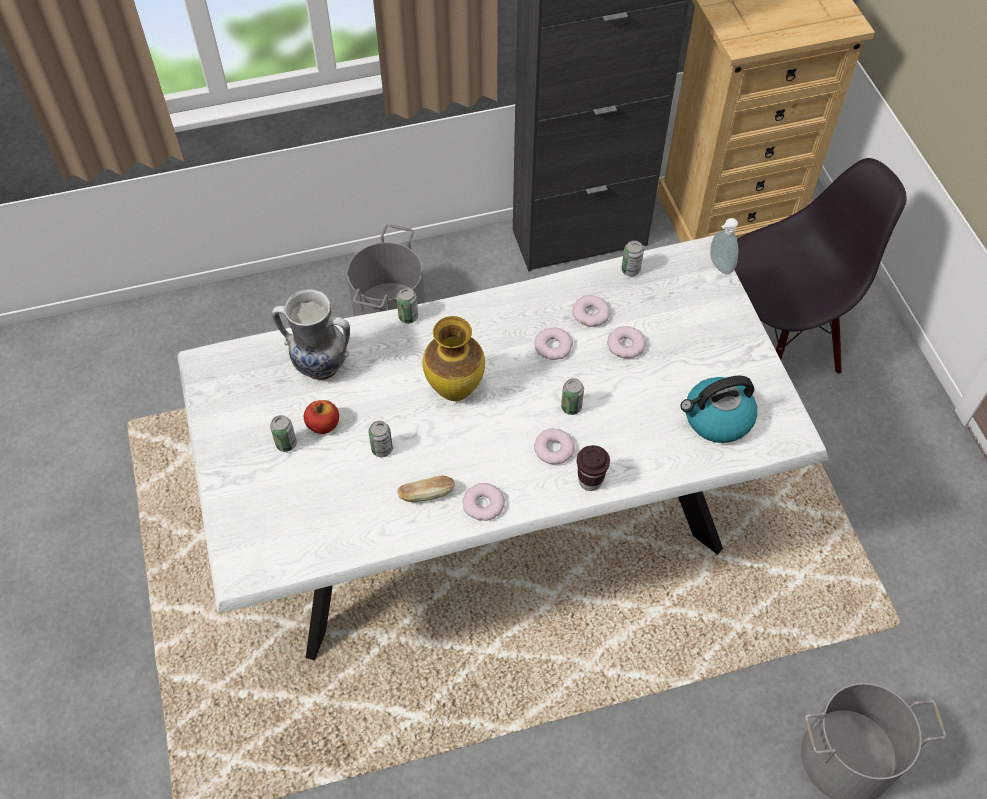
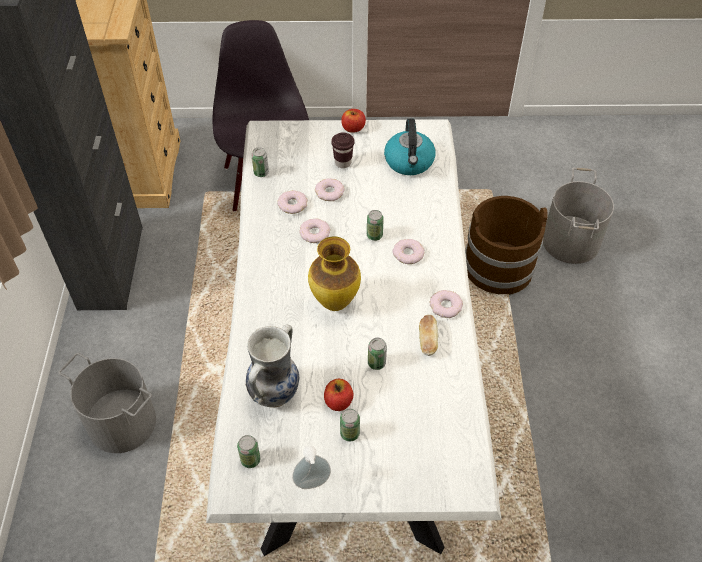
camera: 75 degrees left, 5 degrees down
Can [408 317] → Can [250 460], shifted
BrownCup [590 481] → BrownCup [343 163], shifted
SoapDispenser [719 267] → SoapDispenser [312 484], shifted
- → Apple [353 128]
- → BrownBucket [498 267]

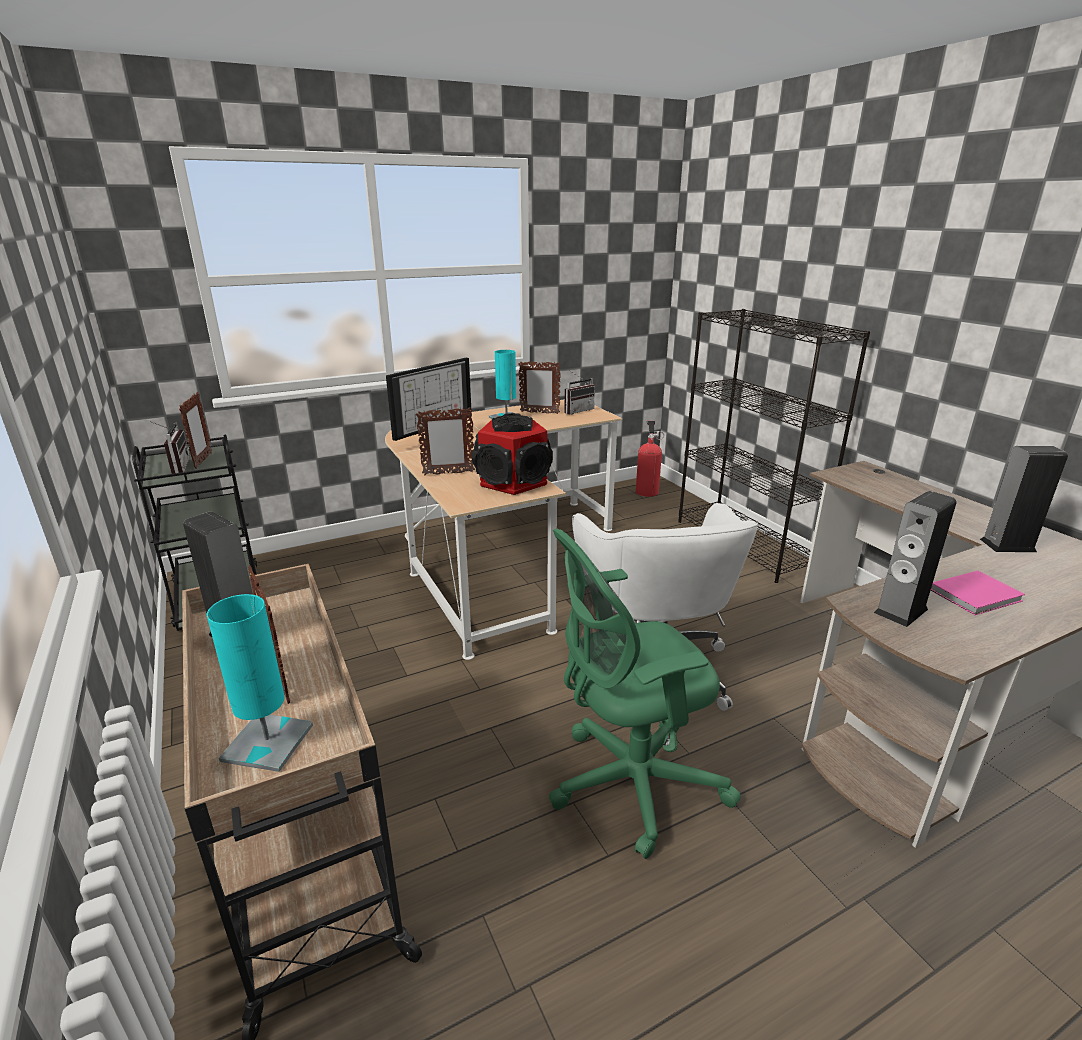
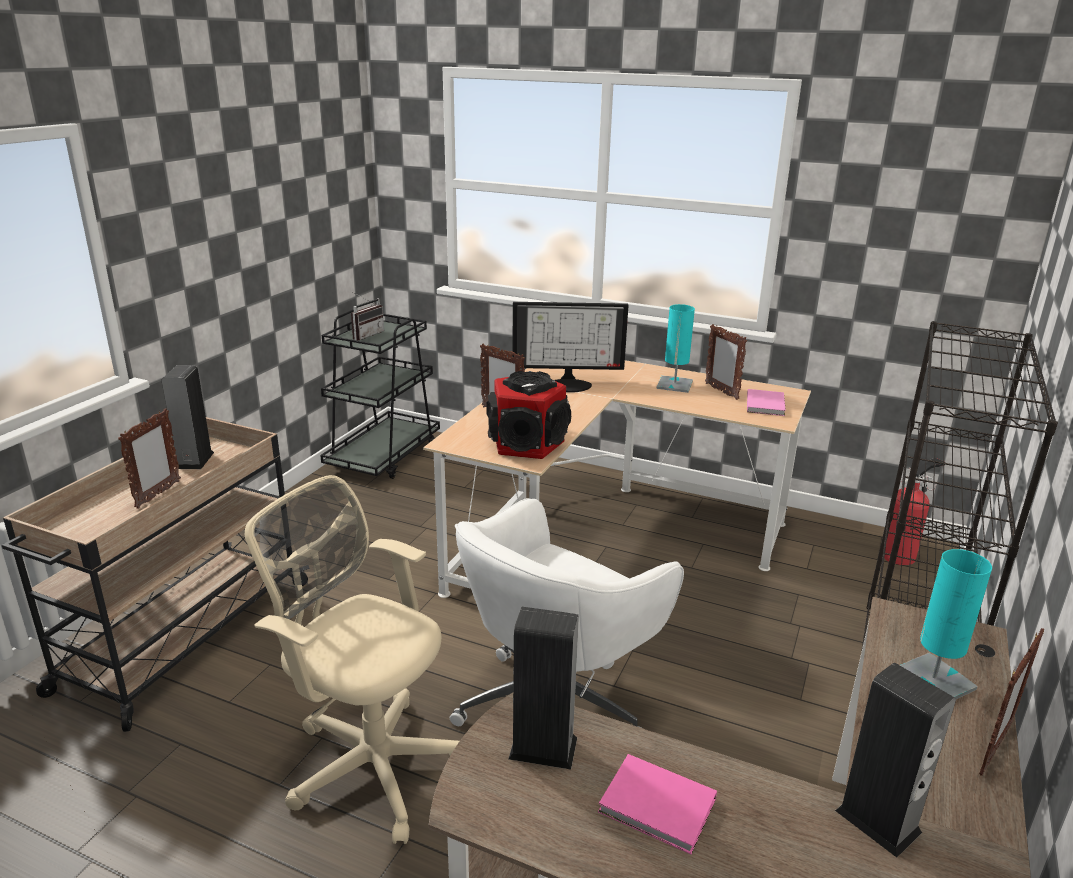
camera: 50 degrees right, 0 degrees up
PictureFrame [203 460] → PictureFrame [994 750], shifted
TurquoiseTableLamp [268 742] → TurquoiseTableLamp [933 681], shifted
GreenOfficeChair [629 784] → BeigeOfficeChair [370 761]
Radio [577 410] → PinkBook [766 404]

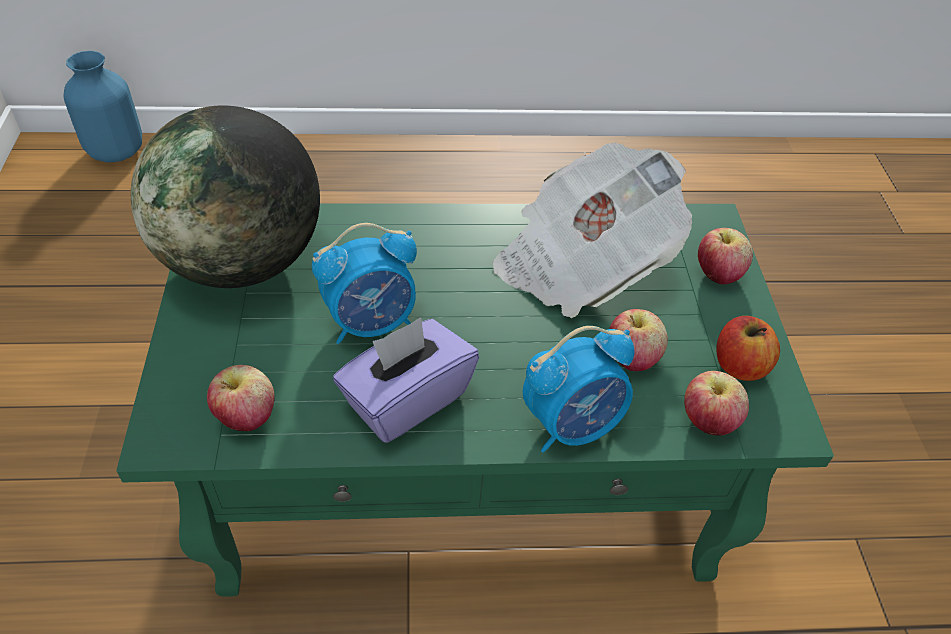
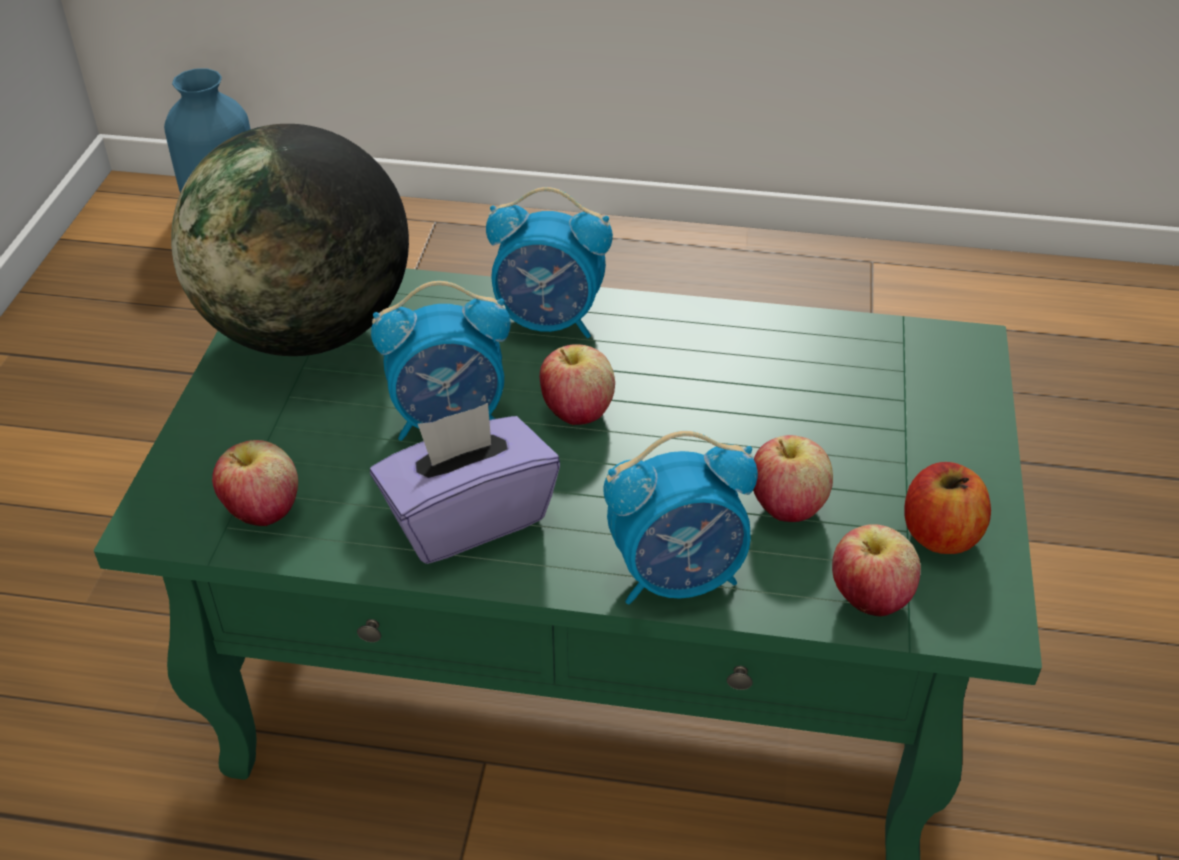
camera: 15 degrees right, 5 degrees down
Newspaper [581 262] → -
Apple [717 274] → Apple [577 412], shifted
- → AlarmClock [549 322]

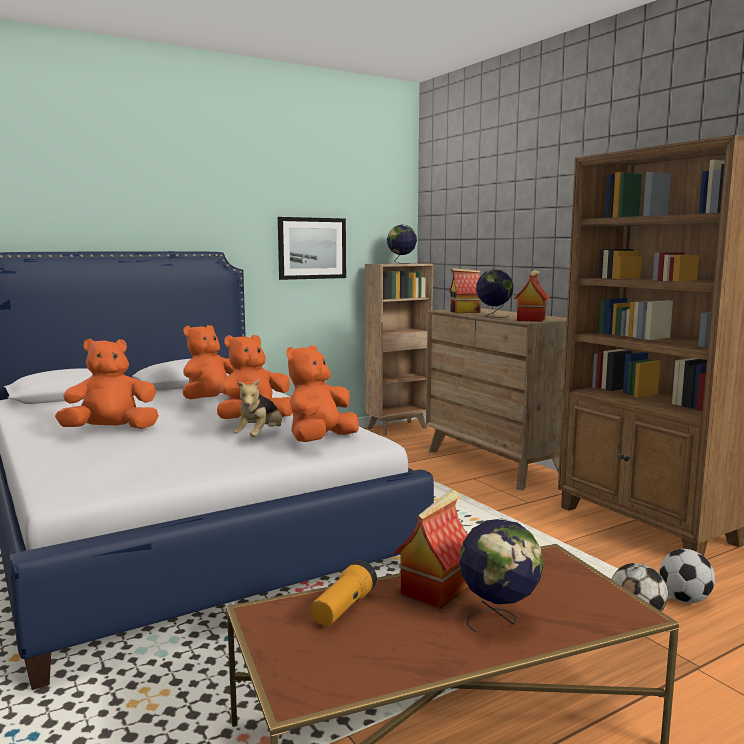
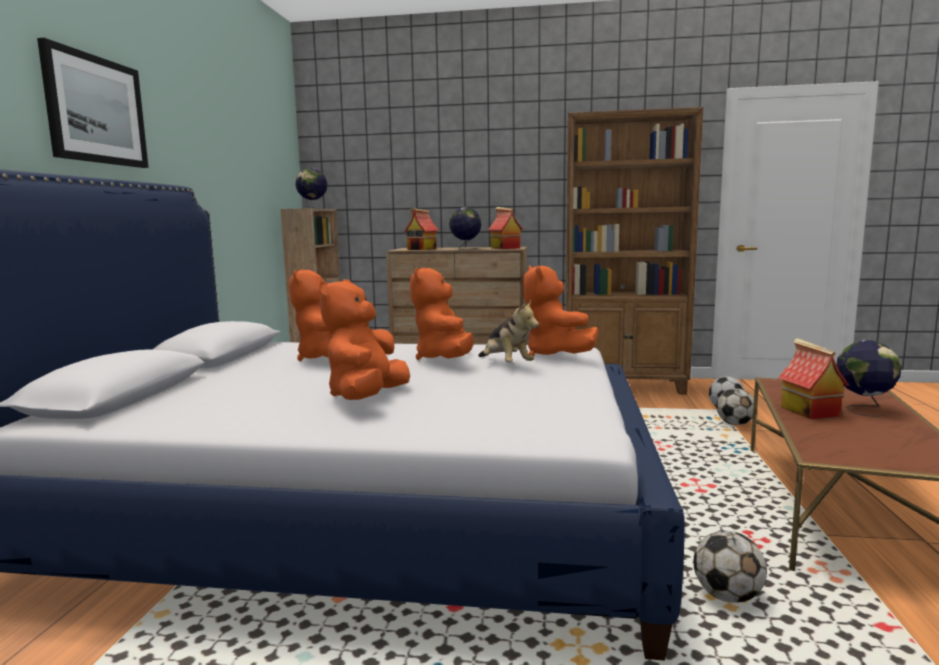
camera: 50 degrees left, 0 degrees up
Picture [312 248] → Picture [96 110], shifted
Flashlight [343 608] → -
- → Football [727 596]

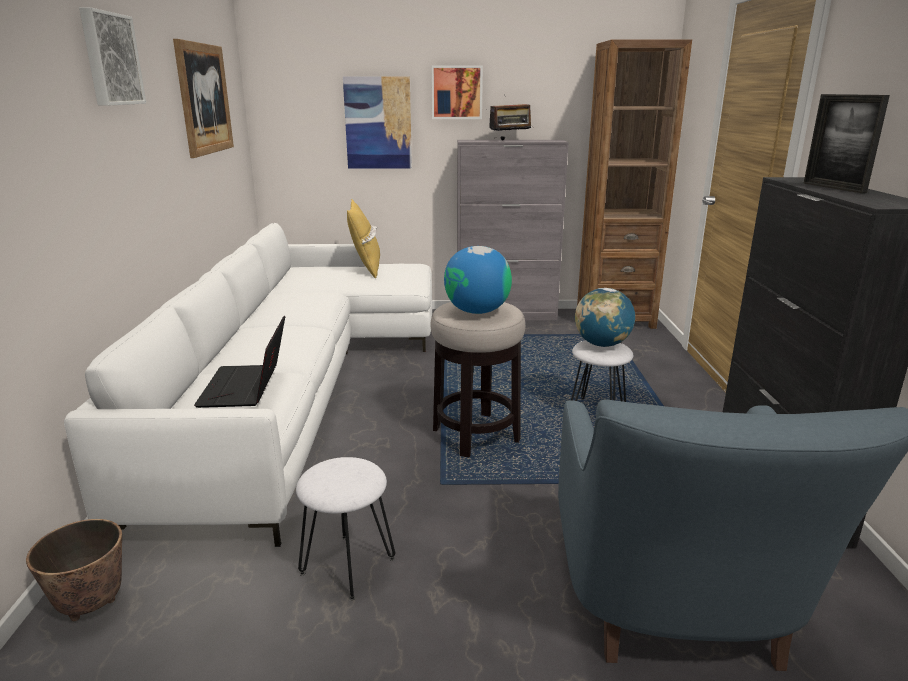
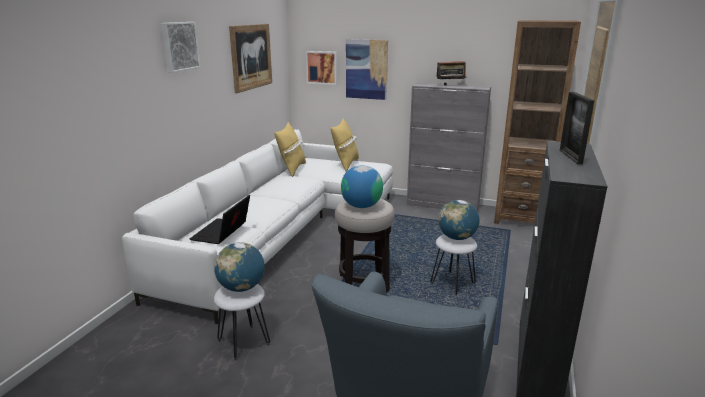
camera: 20 degrees right, 0 degrees up
Planter [90 605] → -
Picture [456 92] → Picture [322 67], shifted
- → Globe [241 288]
- → YellowPillow [291 169]

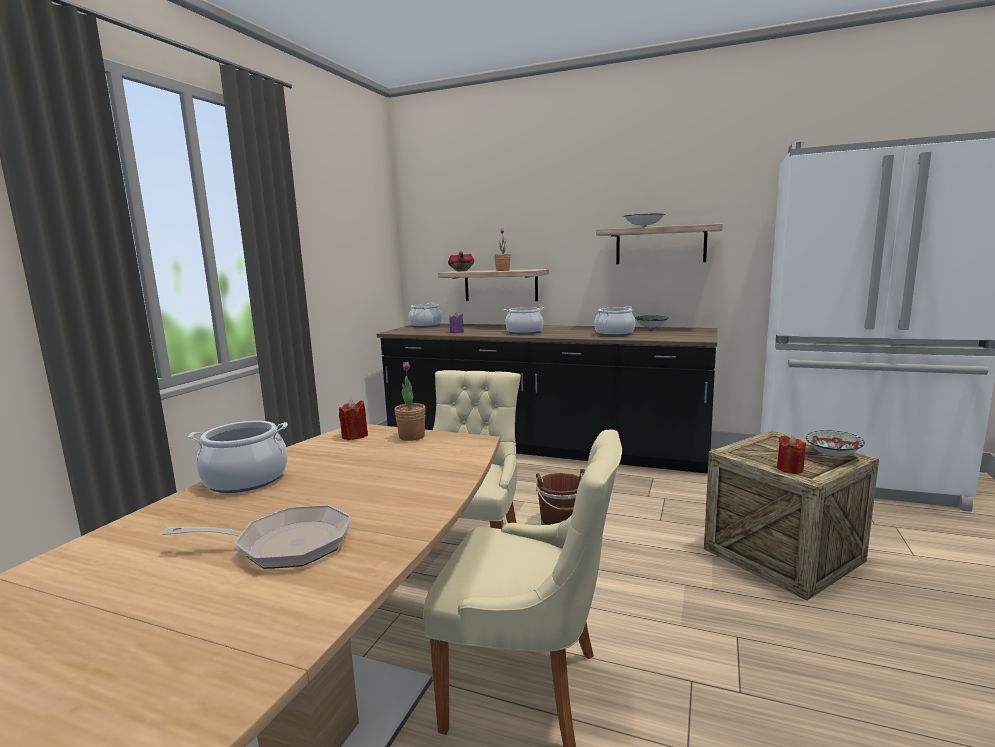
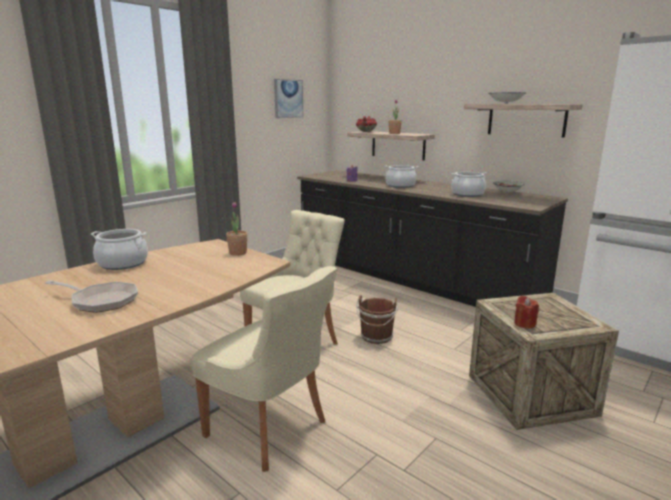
camera: 20 degrees right, 5 degrees up
RedCandle [354 436] → -
CookingPot [426 326] → -
Bowl [833 456] → -
- → Picture [288 98]

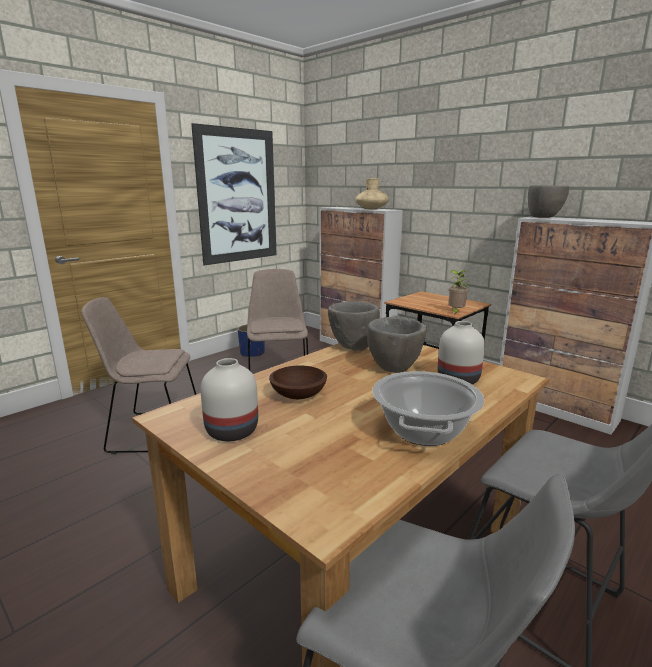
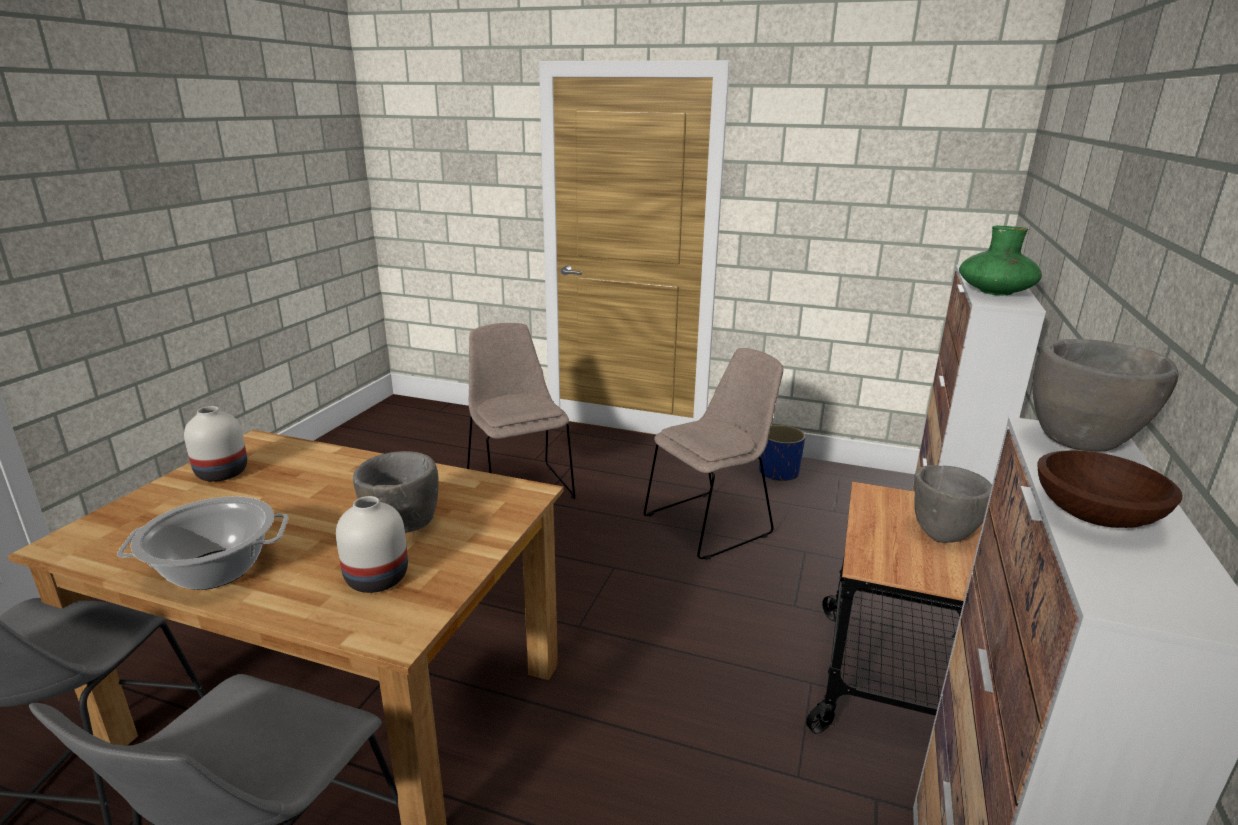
camera: 65 degrees right, 5 degrees up
Picture [238 196] → -
BrownBowl [298 394] → BrownBowl [1095 514], shifted
GreyBowl [353 347] → GreyBowl [942 533], shifted
BeigeVase [371 209] → GreenVase [994 292]
PottedPlant [455 312] → -

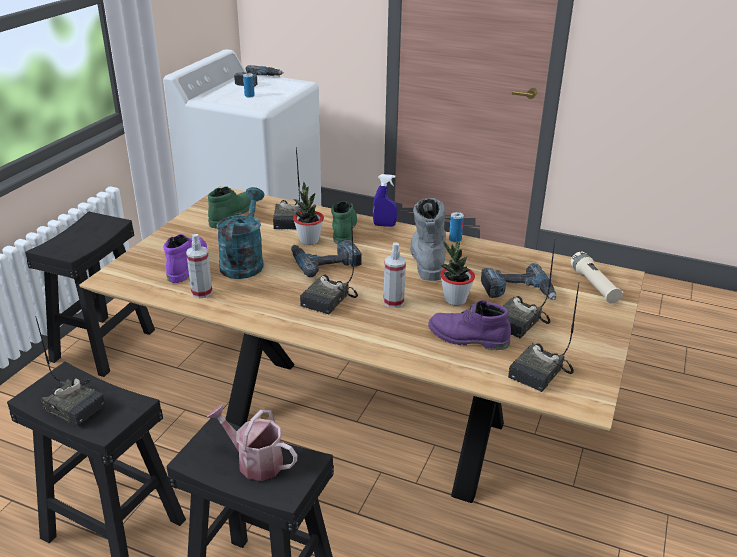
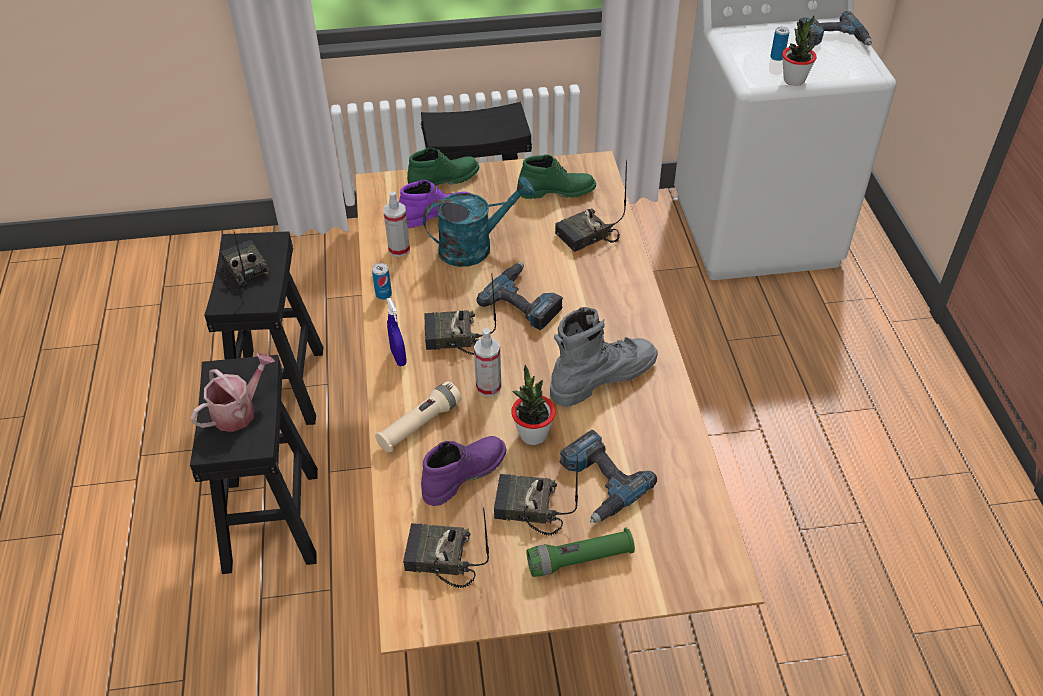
camera: 60 degrees right, 15 degrees up
Radio [76 404] → Radio [243 271], 150 degrees clockwise
WateringCan [255 461] → WateringCan [239 411], 45 degrees clockwise
PottedPlant [309 240] → PottedPlant [794 80], shifted
GreenBoot [343 230] → GreenBoot [443 180], shifted
BlueSprayBottle [384 225] → BlueSprayBottle [398 357], shifted
PurpleBoot [467 338] → PurpleBoot [463 473], 60 degrees clockwise
Can [455 239] → Can [383 294], shifted
BeigeFlashlight [594 285] → BeigeFlashlight [419 425], shifted
- → GreenFlashlight [580 559]

